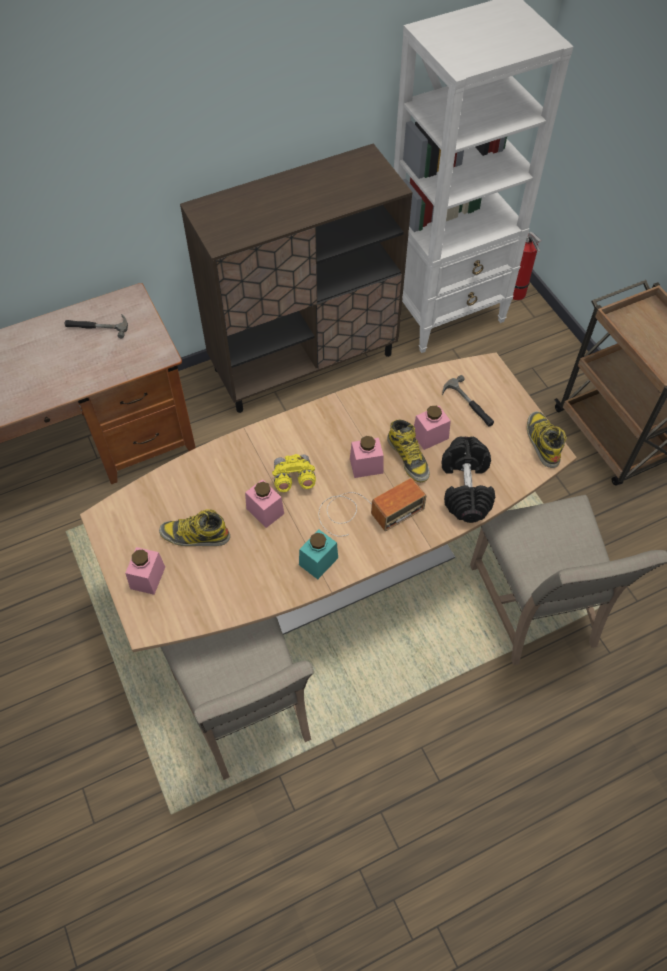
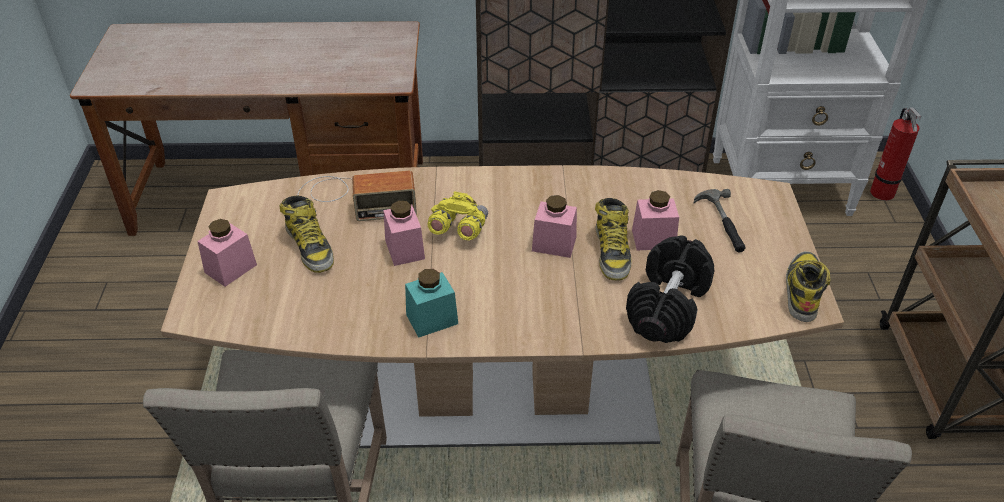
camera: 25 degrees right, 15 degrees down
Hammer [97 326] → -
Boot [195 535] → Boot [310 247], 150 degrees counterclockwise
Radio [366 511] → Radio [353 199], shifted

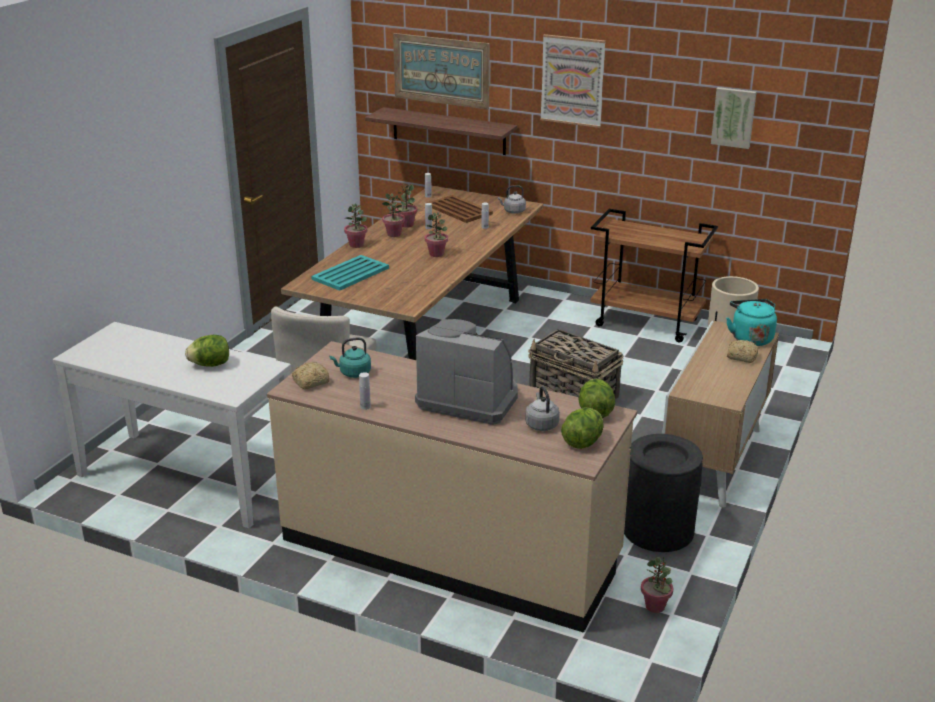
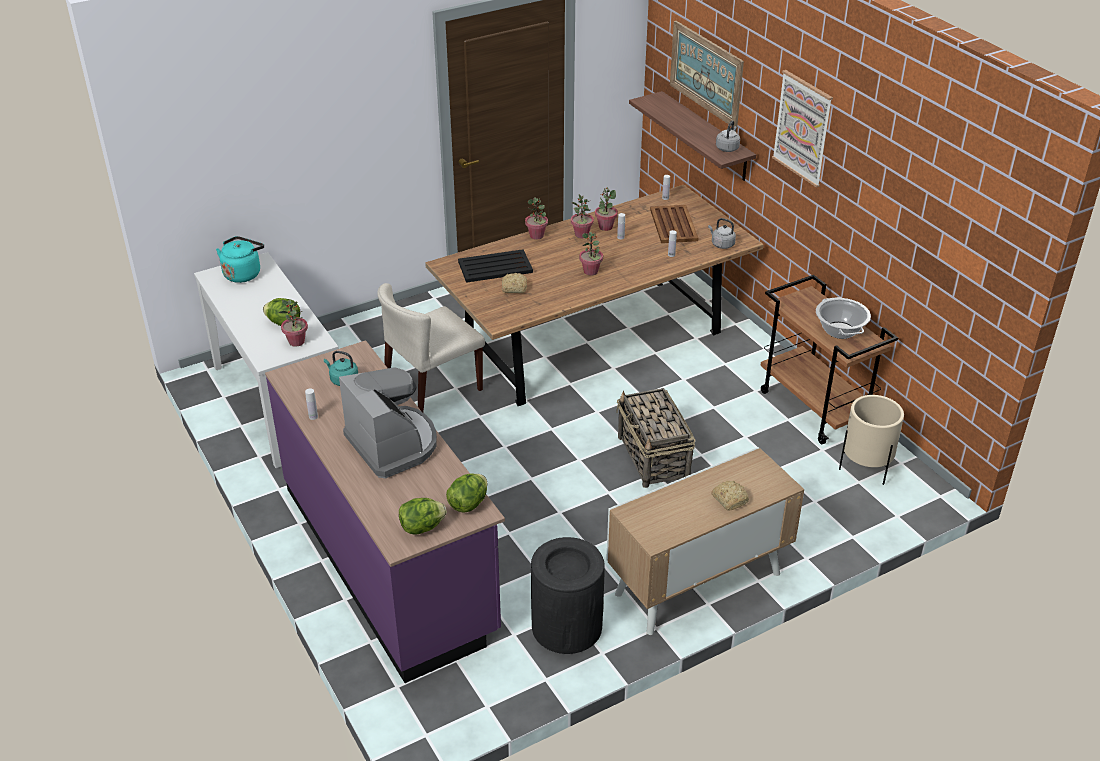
camera: 35 degrees right, 10 degrees up
BeigeCounter [450 549] → PurpleCounter [390 559]
Bread [310 382] → Bread [513 288], shifted
TurquoiseTray [351 273] → BlackTray [496 267]
GreyKettle [541 424] → GreyKettle [727 148], shifted
PottedPlant [655 606] → PottedPlant [296 342], shifted
Picture [733 117] → -
TurquoiseKettle [750 338] → TurquoiseKettle [243 273], shifted
- → CookingPot [839 330]

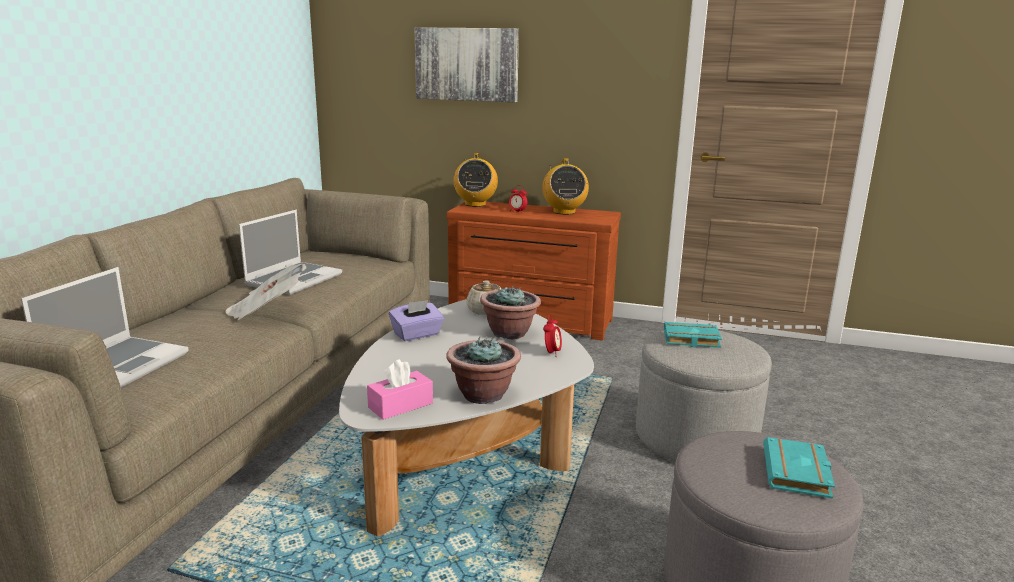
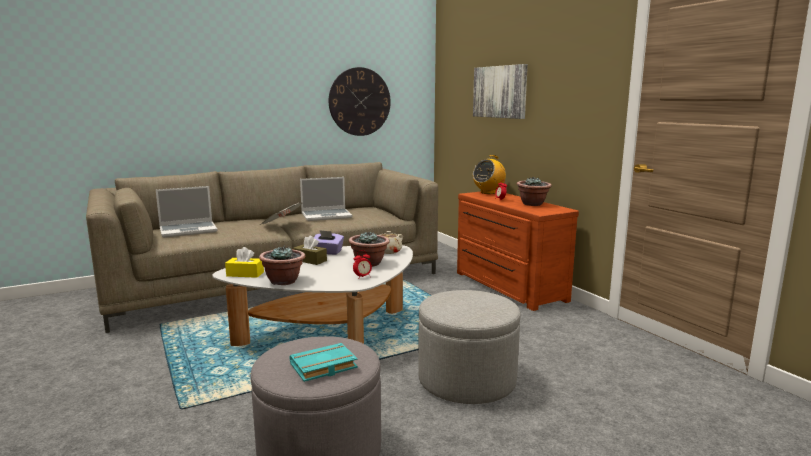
camera: 45 degrees right, 5 degrees down
PinkTissueBox [400 405] → YellowTissueBox [245 274]
Radio [564 212] → PottedPlant [532 204]
TurquoiseBook [690 340] → -
- → BrownTissueBox [310 260]
- → WallClock [359 102]

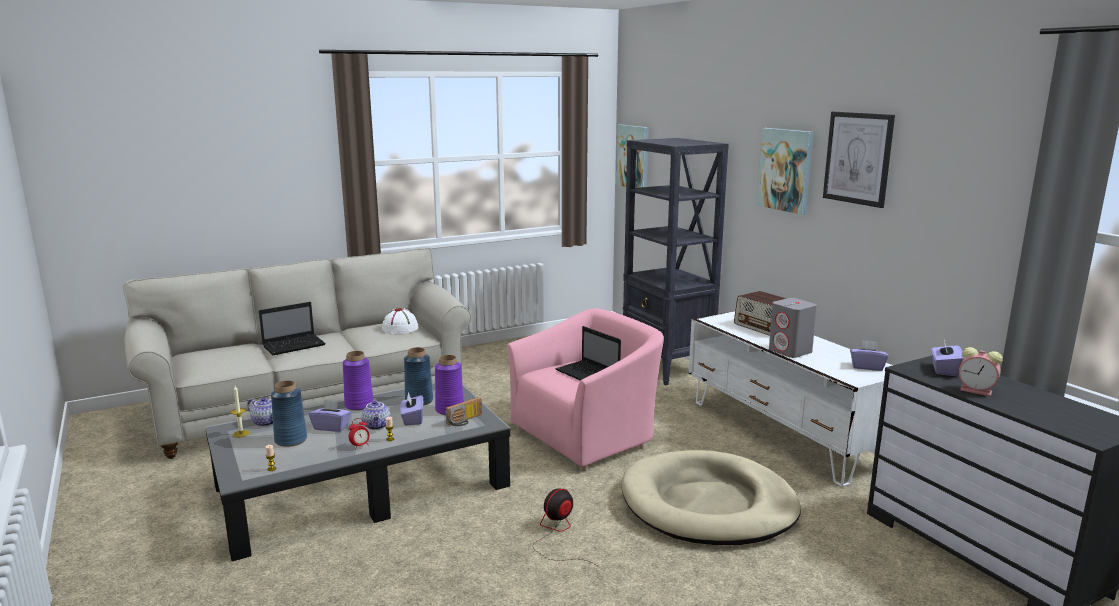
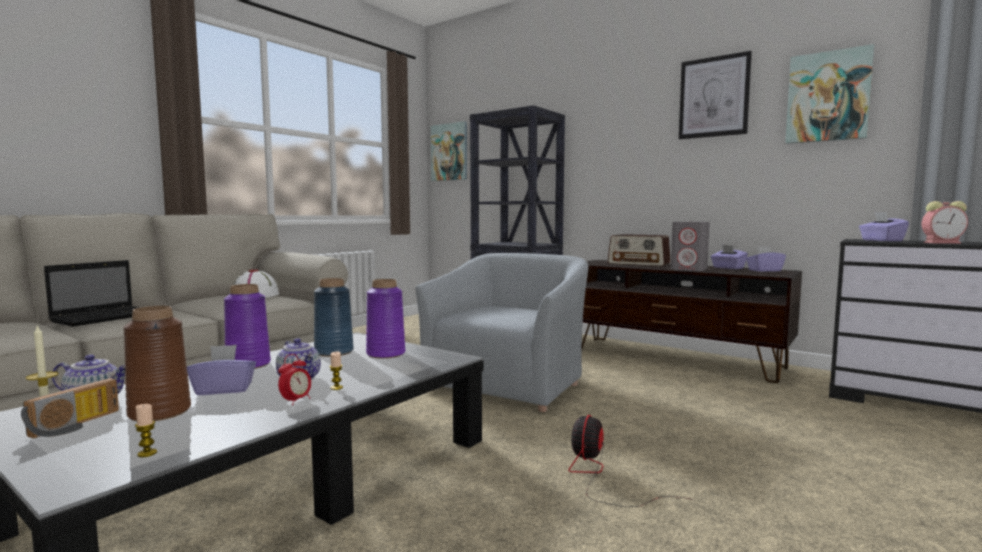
camera: 25 degrees left, 10 degrees down
BlueVase [291 440] → BrownVase [160 412]
PurpleTissueBox [412 419] → PurpleTissueBox [728 268], shifted
Radio [465 421] → Radio [77 425], shifted
PinkArmchair [586 435] → GreyArmchair [507 384]
Laptop [589 374] → -
BeigeDogBed [708 504] → -
WhiteTvStand [783 434] → BrownTvStand [674 358]
Picture [785 170] → Picture [828 97], shifted

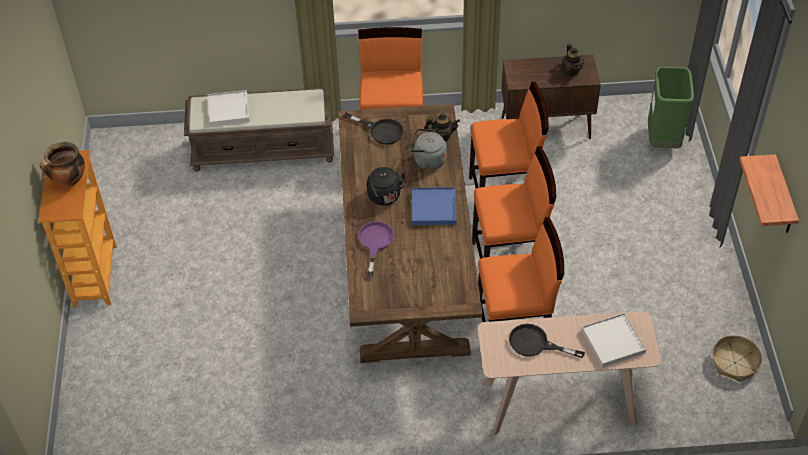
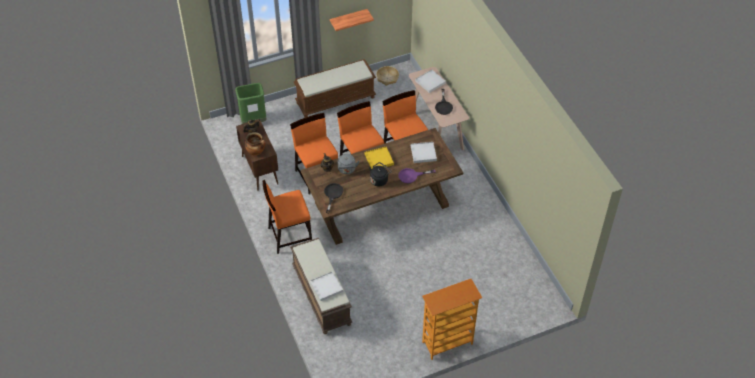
camera: 110 degrees left, 0 degrees up
CookingPot [68 181] → CookingPot [256 152], shifted
BlueTray [434 208] → YellowTray [379 159]
- → BrownBench [336 99]
- → WhiteTray [423 153]

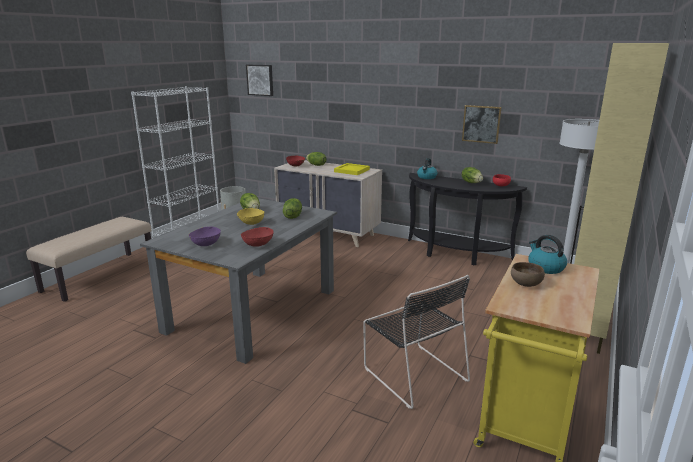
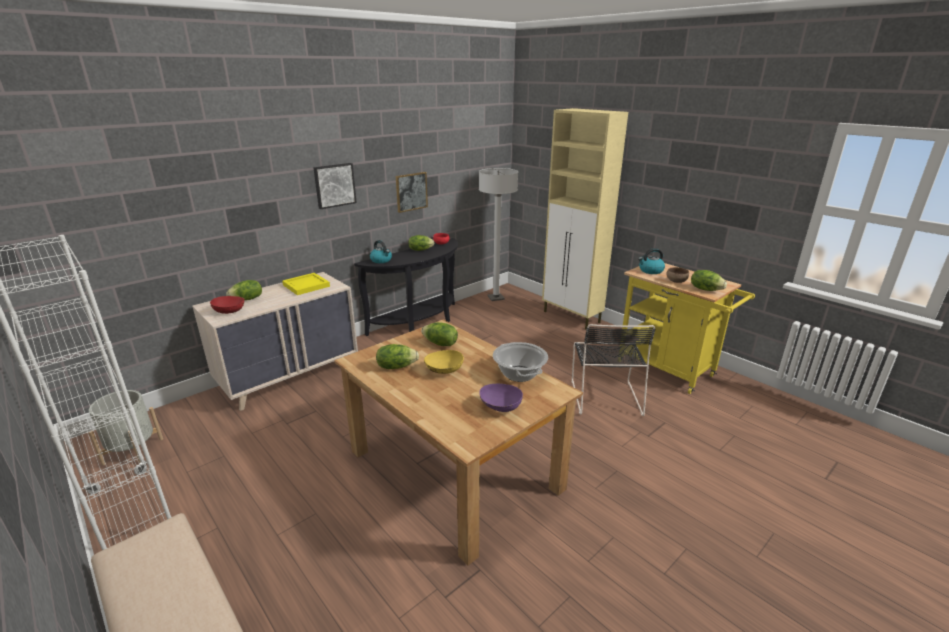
camera: 70 degrees left, 5 degrees up
GreyDiningTable [253 309] → BrownDiningTable [452 469]
RedBowl [258 244] → CookingPot [519 374]
Picture [260 80] → Picture [334 185], shifted
BlackChair [413 373] → BlackChair [605 395], 105 degrees clockwise
- → Lettuce [705 289]

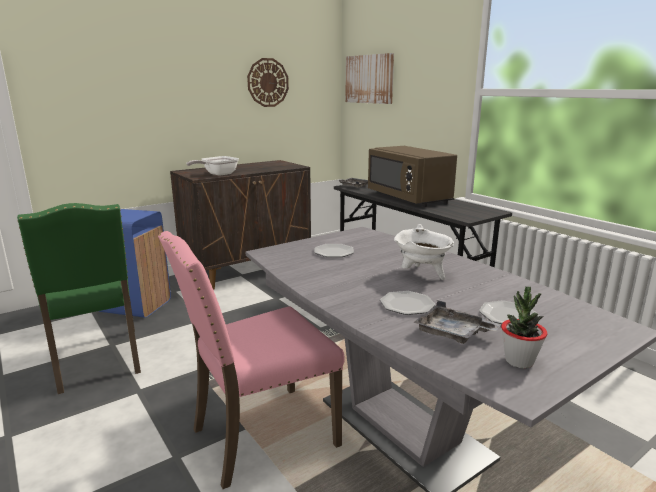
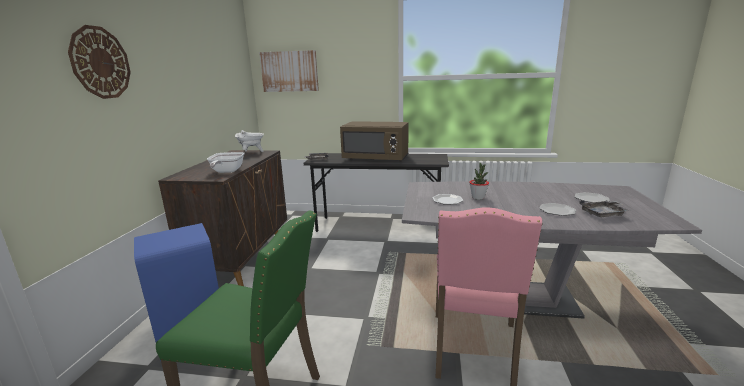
camera: 45 degrees left, 0 degrees up
WallClock [268 82] → WallClock [100 63], shifted
WhiteCookingPot [422 274] → WhiteCookingPot [251 152], shifted
PottedPlant [519 361] → PottedPlant [478 197], shifted

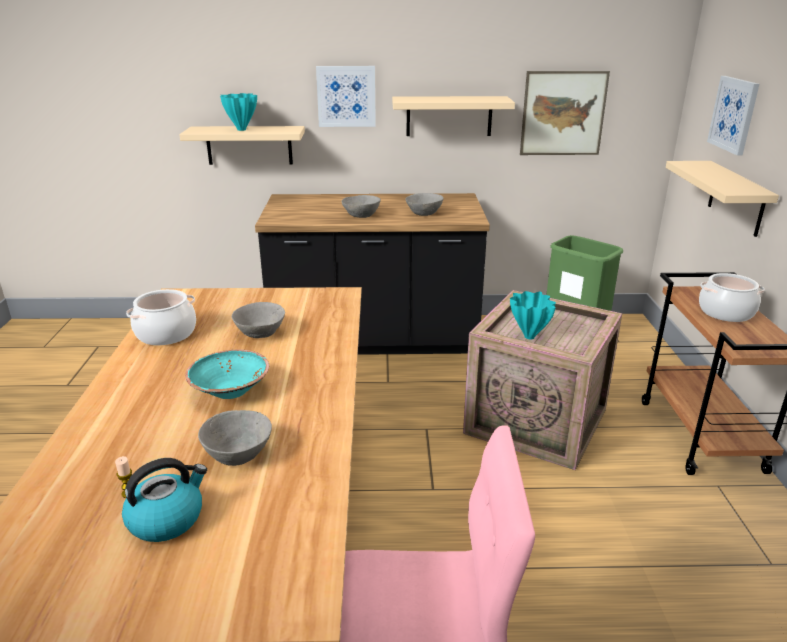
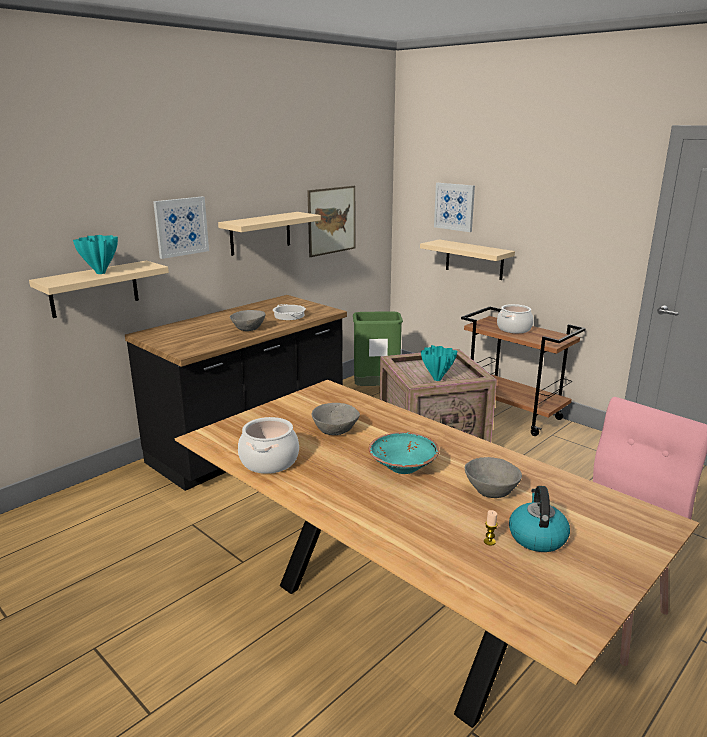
camera: 45 degrees left, 5 degrees down
GreyBowl [423 213] → CookingPot [289 316]

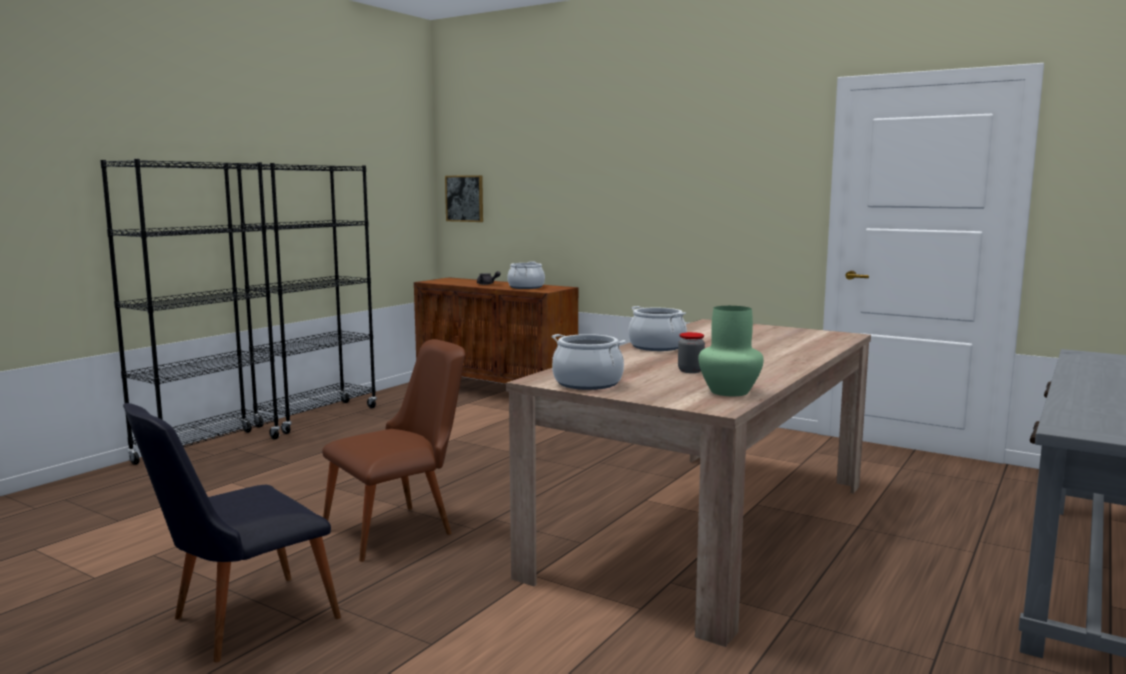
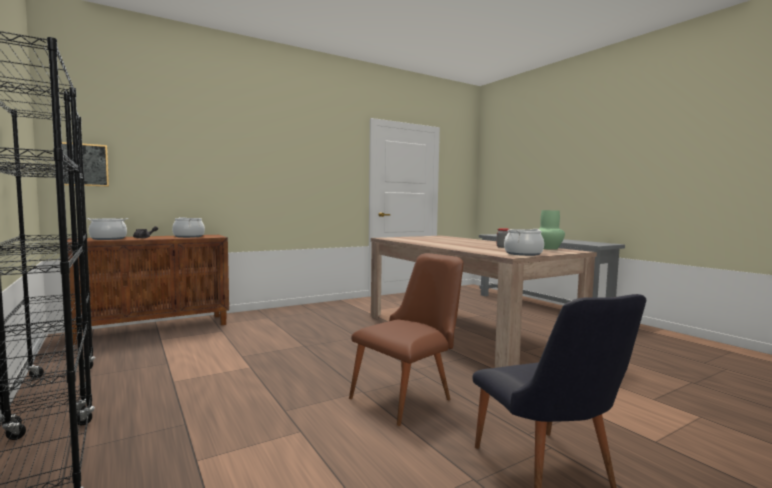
camera: 65 degrees left, 5 degrees down
BrownChair [400 529] → BrownChair [409 397], 60 degrees clockwise
CookingPot [657 346] → CookingPot [108 239], shifted

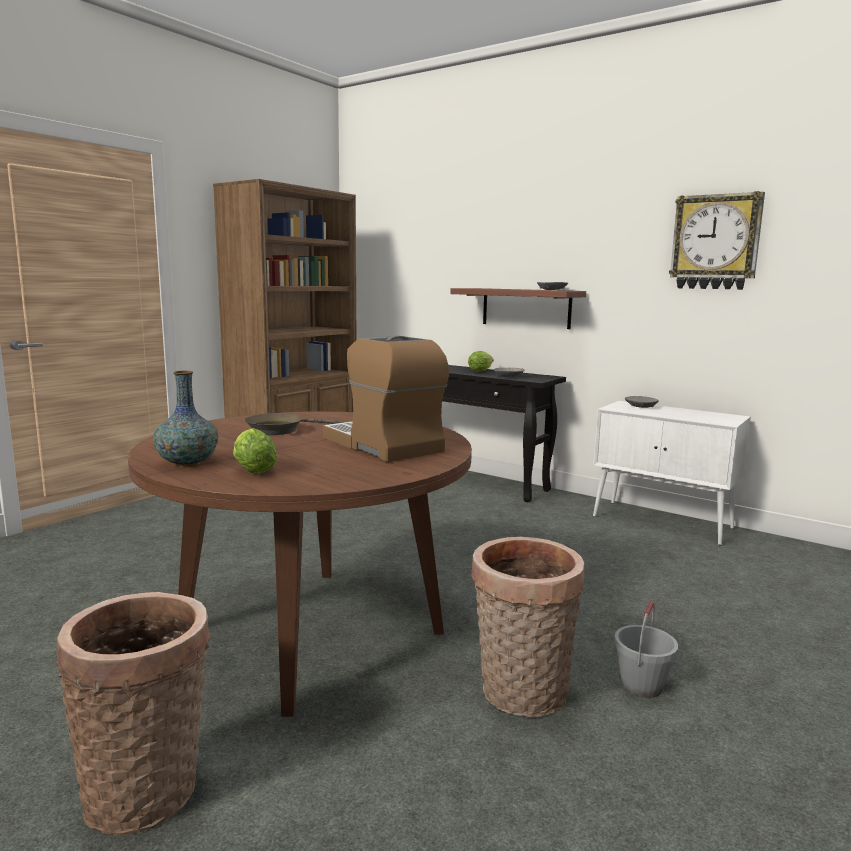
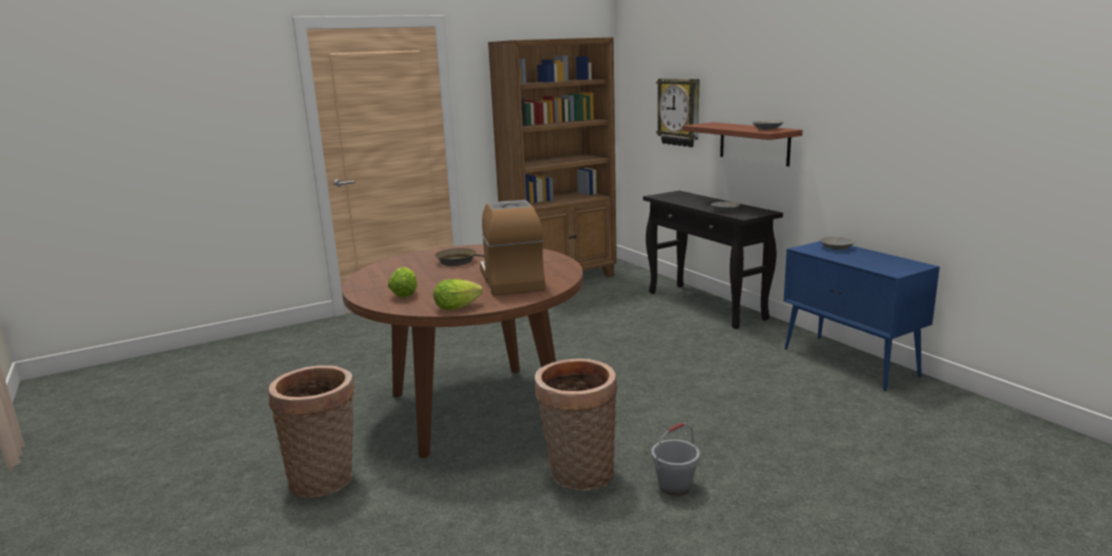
camera: 25 degrees right, 5 degrees up
Vase [187 463] → -
Lettuce [481 371] → Lettuce [459 307], shifted
WhiteCabinet [663 522] → BlueCabinet [850 362]
WallClock [715 242] → WallClock [680 112], shifted

